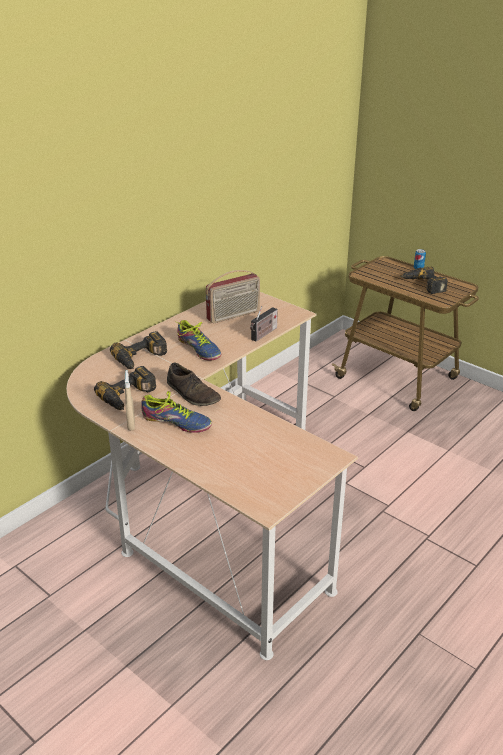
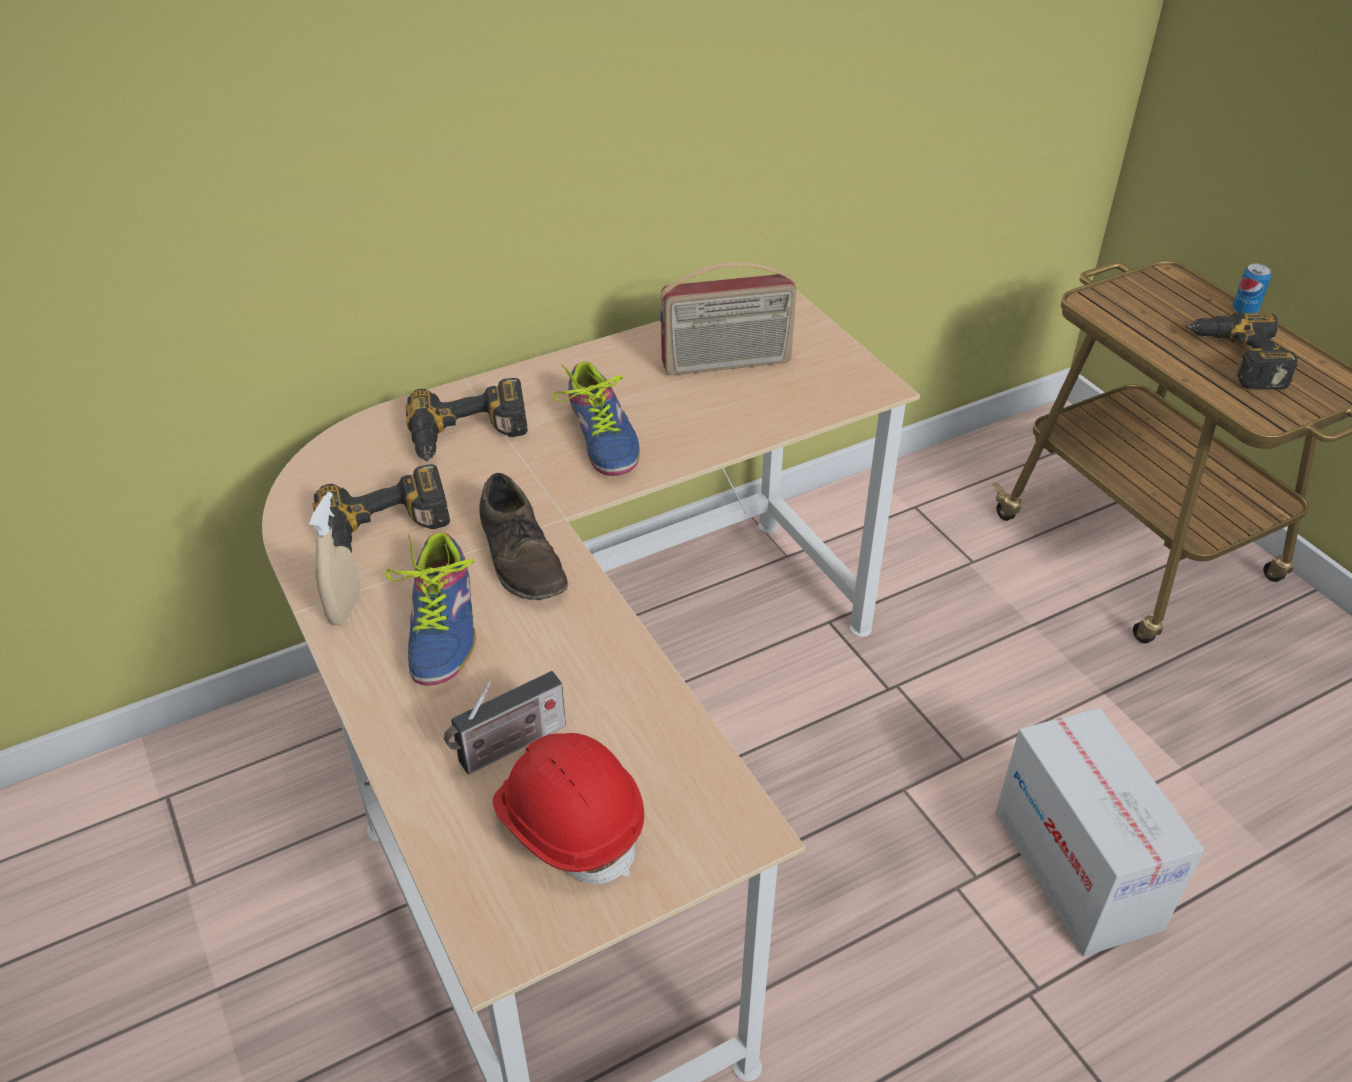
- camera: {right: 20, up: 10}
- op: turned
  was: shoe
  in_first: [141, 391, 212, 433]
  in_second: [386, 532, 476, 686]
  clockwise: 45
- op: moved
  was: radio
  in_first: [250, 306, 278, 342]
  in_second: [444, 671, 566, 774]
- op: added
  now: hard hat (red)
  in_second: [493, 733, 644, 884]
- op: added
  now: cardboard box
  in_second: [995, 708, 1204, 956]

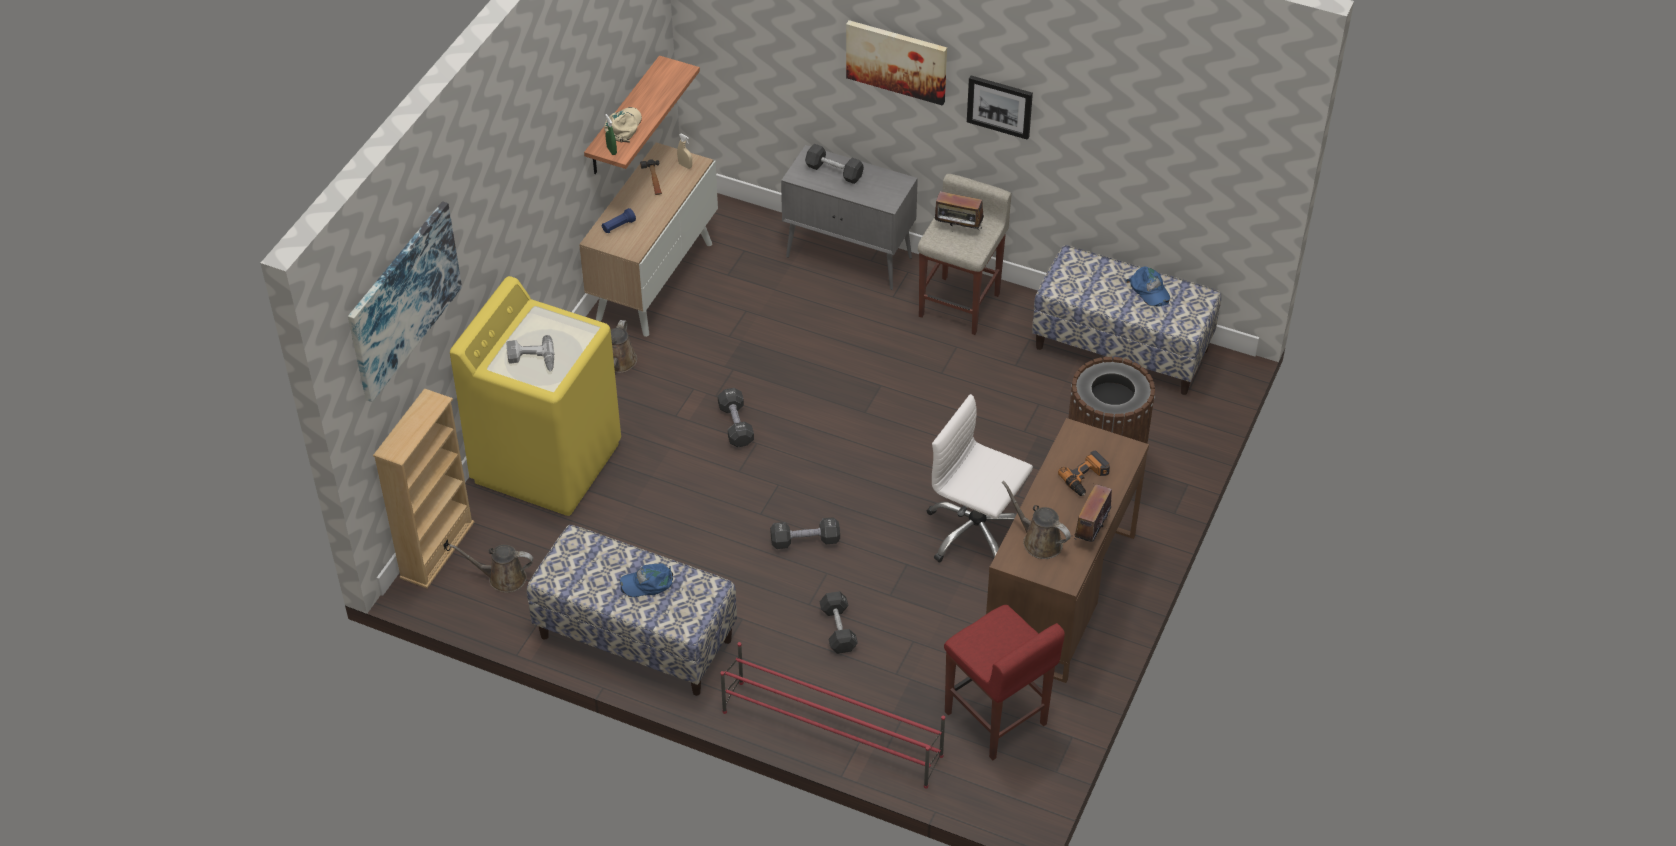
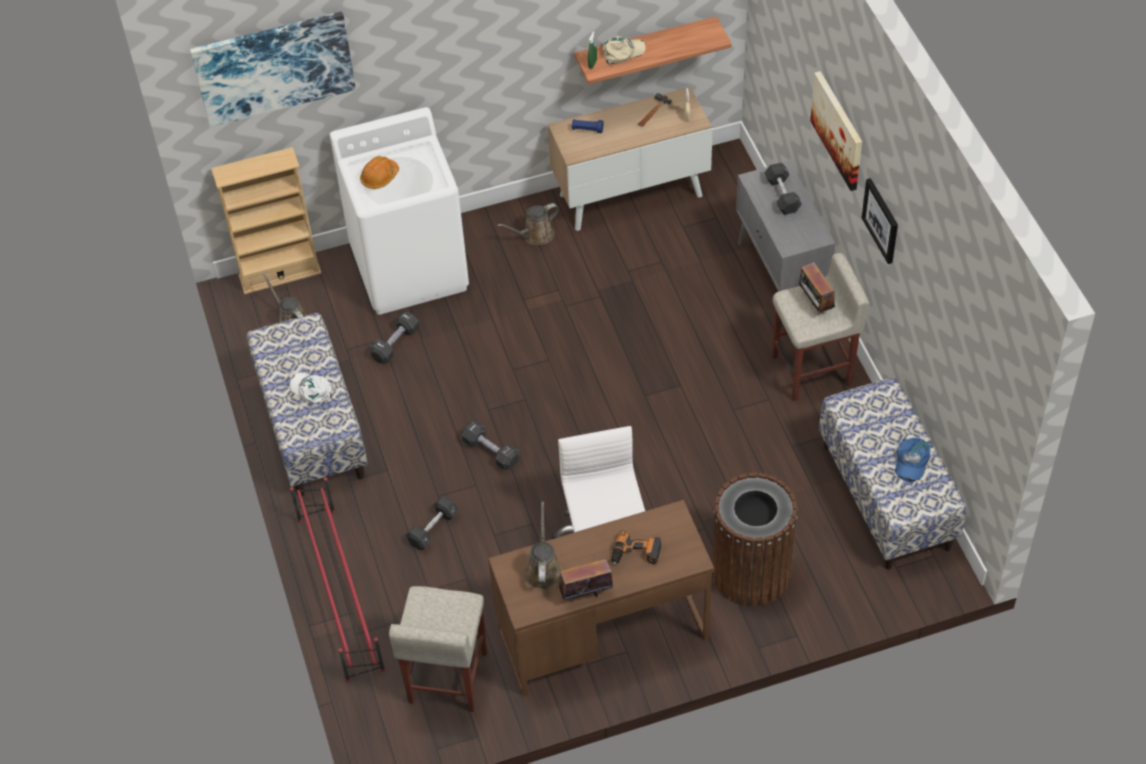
- camera: {right: 50, up: 5}
- op: recoloured
  was: cap (blue)
  now: cap (white)
  in_first: [619, 563, 673, 597]
  in_second: [290, 372, 337, 403]
- op: recoloured
  was: washing machine (yellow)
  now: washing machine (white)
  in_first: [450, 276, 621, 516]
  in_second: [330, 107, 469, 315]
- op: replaced
  was: power drill
  now: hard hat (orange)
  in_first: [506, 335, 554, 371]
  in_second: [360, 156, 399, 189]
- op: moved
  was: dumbbell (black)
  in_first: [718, 388, 754, 447]
  in_second: [369, 311, 419, 364]
- op: recoloured
  was: stool (red)
  now: stool (beige)
  in_first: [944, 605, 1065, 760]
  in_second: [389, 586, 487, 712]

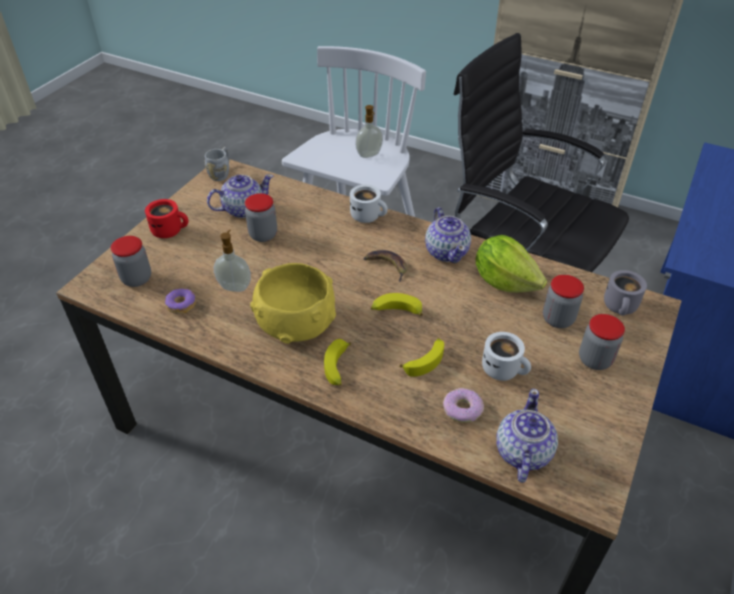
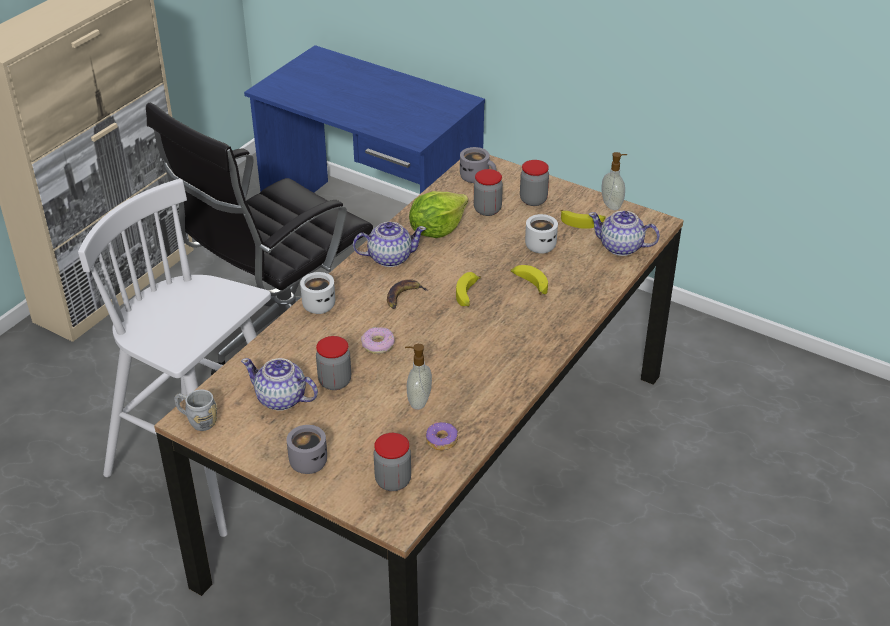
- camera: {right: -85, up: -5}
- op: turned
  was: teapot
  in_first: [207, 174, 273, 218]
  in_second: [241, 358, 318, 410]
  clockwise: -45
- op: recoloured
  was: mug (red)
  now: mug (grey)
  in_first: [145, 199, 189, 238]
  in_second: [286, 425, 327, 474]
- op: moved
  was: donut
  in_first: [443, 388, 484, 423]
  in_second: [361, 327, 395, 354]
- op: moved
  was: banana
  in_first: [324, 339, 351, 386]
  in_second: [561, 210, 606, 229]
- op: moved
  was: soap dispenser
  in_first: [355, 105, 383, 158]
  in_second: [602, 152, 627, 210]
- op: removed
  was: bowl (yellow)
  in_first: [250, 263, 336, 344]

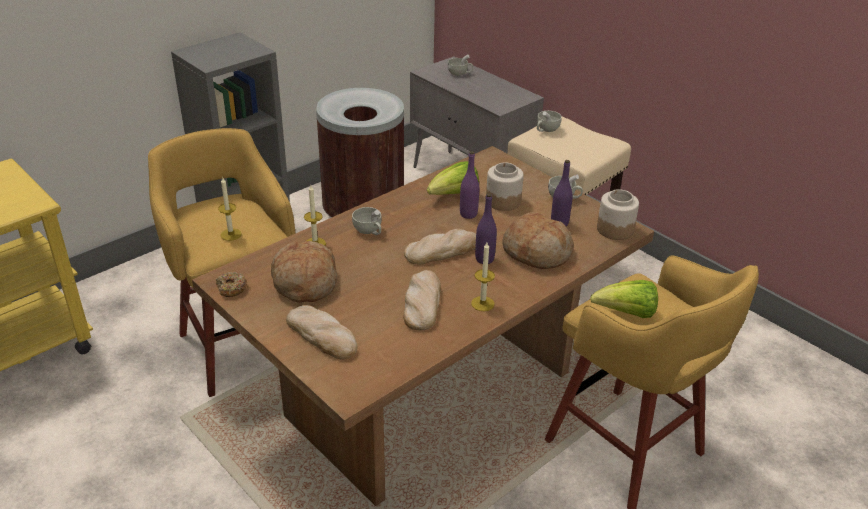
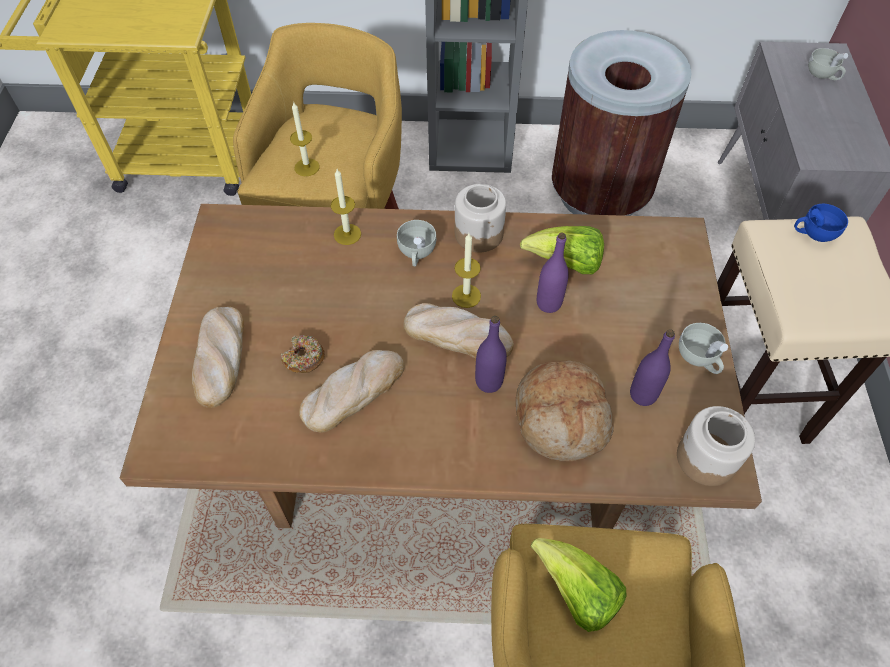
- camera: {right: 45, up: 20}
- op: moved
  was: donut
  in_first: [216, 272, 247, 297]
  in_second: [281, 335, 325, 373]
- op: moved
  was: candle
  in_first: [471, 243, 495, 311]
  in_second: [452, 233, 481, 308]
- op: moved
  was: jar
  in_first: [486, 162, 524, 211]
  in_second: [455, 184, 506, 252]
- op: recoloured
  was: cup (white)
  now: cup (blue)
  in_first: [537, 111, 562, 132]
  in_second: [794, 204, 848, 242]
- op: removed
  was: bread
  in_first: [271, 241, 337, 303]

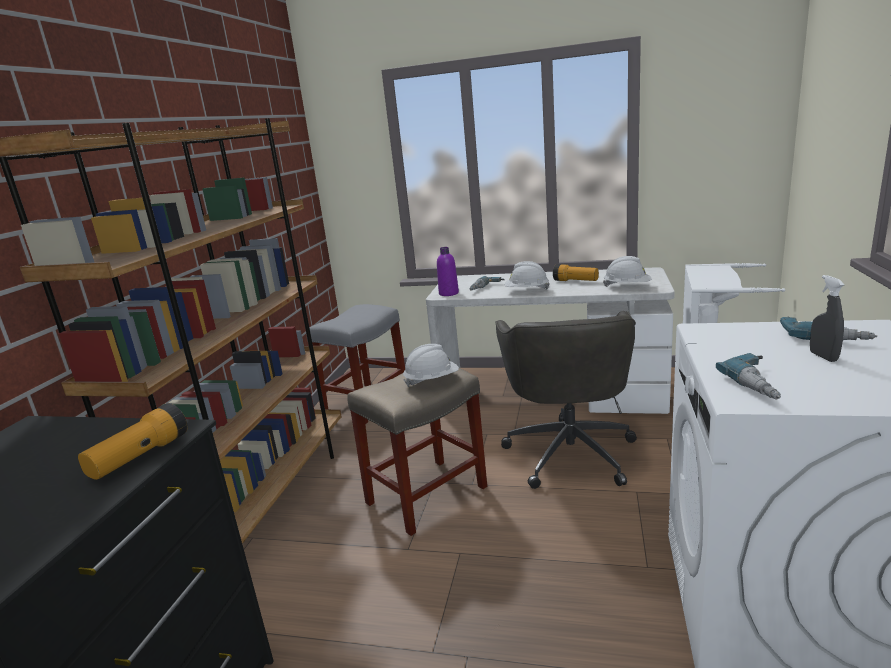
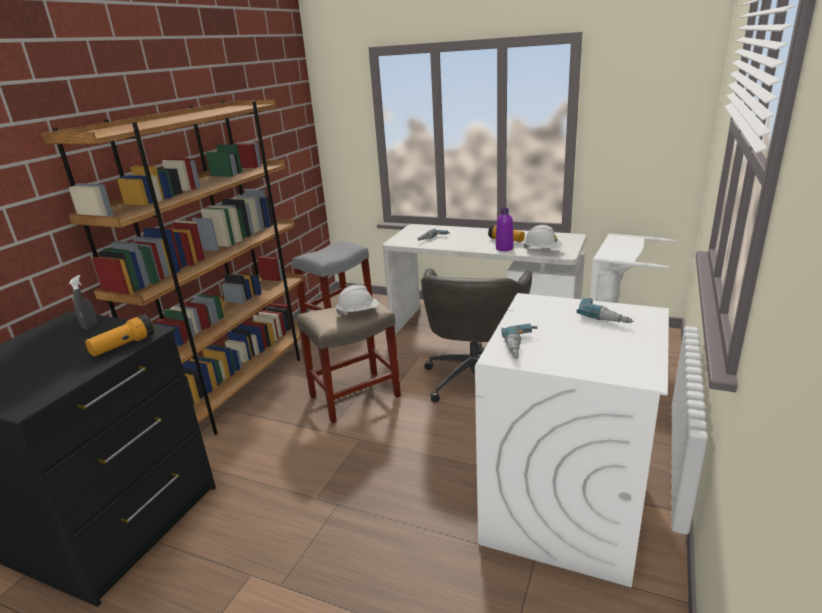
- camera: {right: 10, up: 5}
- op: moved
  was: spray bottle (grey)
  in_first: [810, 275, 844, 362]
  in_second: [69, 275, 97, 330]
- op: moved
  was: bottle (purple)
  in_first: [437, 247, 459, 296]
  in_second: [496, 208, 513, 251]
- op: removed
  was: hard hat (white)
  in_first: [505, 261, 549, 290]

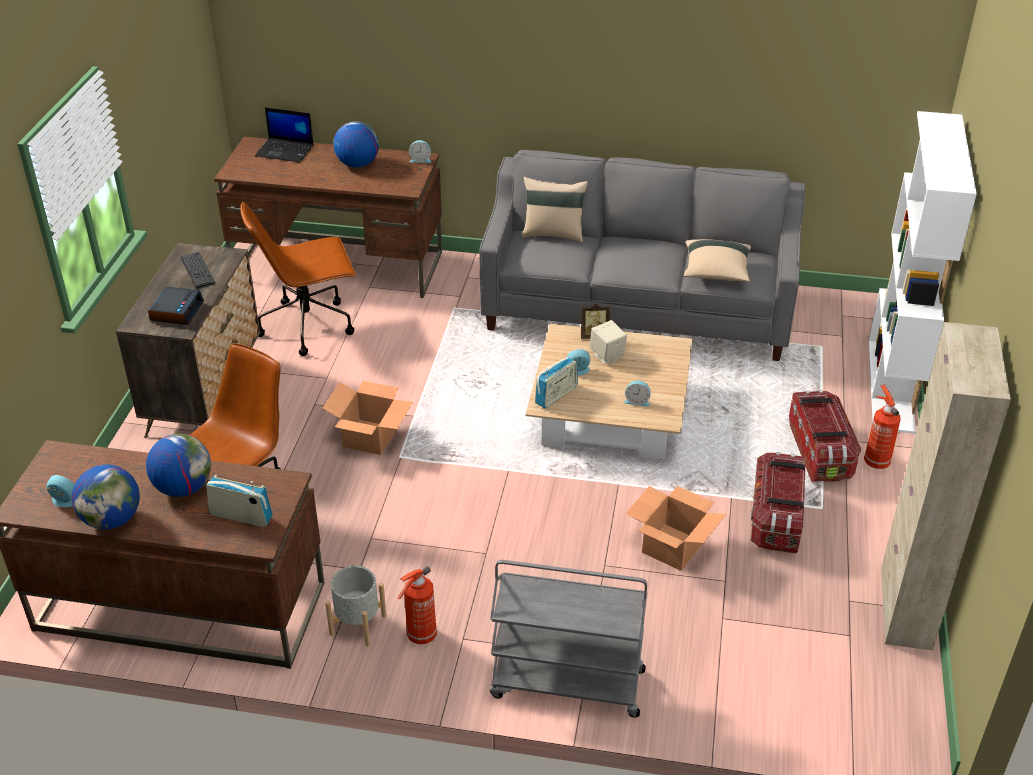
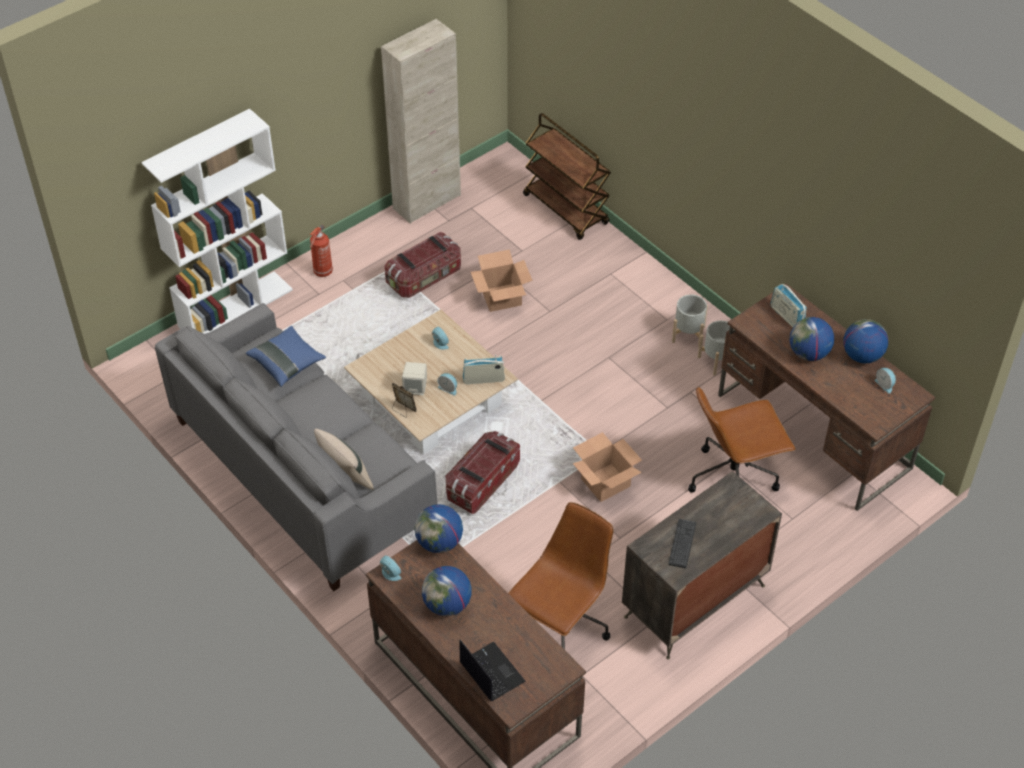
- camera: {right: -140, up: 10}
- op: recoloured
  was: pillow (beige)
  now: pillow (blue)
  in_first: [683, 239, 751, 282]
  in_second: [246, 326, 326, 387]
- op: added
  now: globe
  in_second: [414, 504, 463, 553]
- op: moved
  was: storage box
  in_first: [789, 390, 861, 482]
  in_second: [445, 431, 520, 514]
- op: turned
  was: office chair (brown)
  in_first: [240, 202, 356, 356]
  in_second: [509, 502, 614, 650]
  clockwise: -75
- op: added
  now: cart (brown)
  in_second: [523, 113, 611, 240]
- op: replaced
  was: fire extinguisher
  now: planter (grey)
  in_first: [398, 566, 437, 644]
  in_second: [672, 295, 708, 347]
- op: removed
  was: alarm clock
  in_first: [148, 287, 204, 325]
- op: removed
  was: cart (grey)
  in_first: [490, 560, 647, 718]

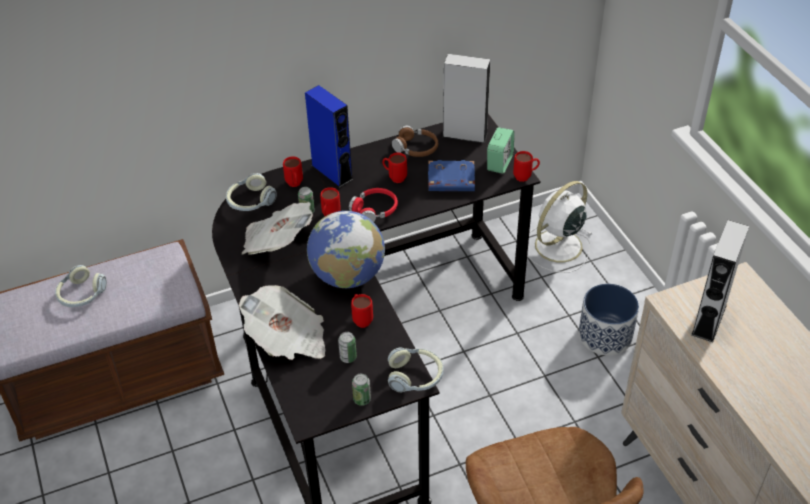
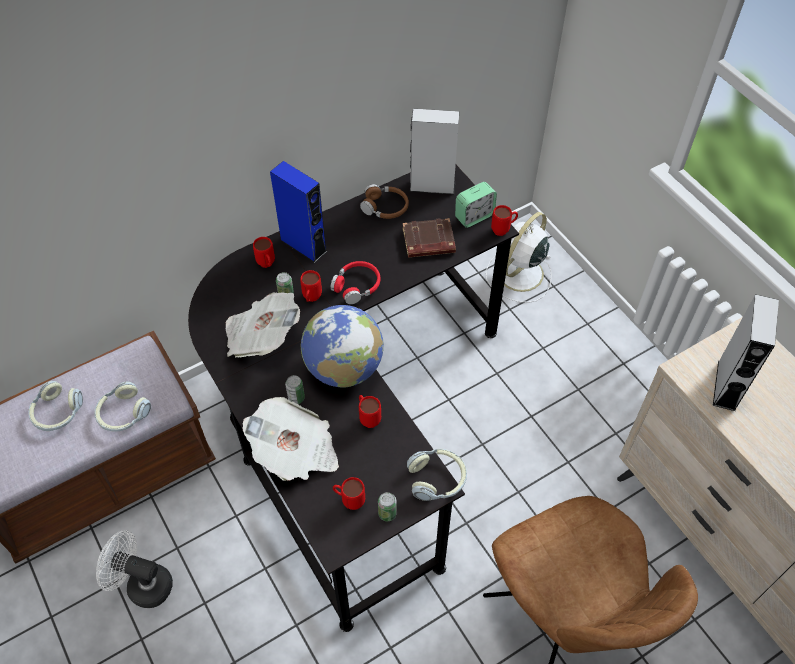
- camera: {right: -10, up: 10}
- op: moved
  was: headphones
  in_first: [226, 173, 277, 211]
  in_second: [95, 382, 151, 432]
- op: added
  now: fan (white)
  in_second: [96, 530, 173, 608]
- op: moved
  was: can
  in_first: [338, 332, 357, 363]
  in_second: [285, 375, 305, 404]
- op: moved
  was: mug (red)
  in_first: [382, 152, 407, 183]
  in_second: [333, 477, 365, 510]
- op: recoloured
  was: book (blue)
  now: book (brown)
  in_first: [428, 160, 475, 191]
  in_second: [403, 218, 456, 258]
- op: turned
  was: alarm clock
  in_first: [487, 127, 514, 174]
  in_second: [455, 182, 497, 228]
  clockwise: 45
- op: removed
  was: planter
  in_first: [579, 284, 639, 355]

